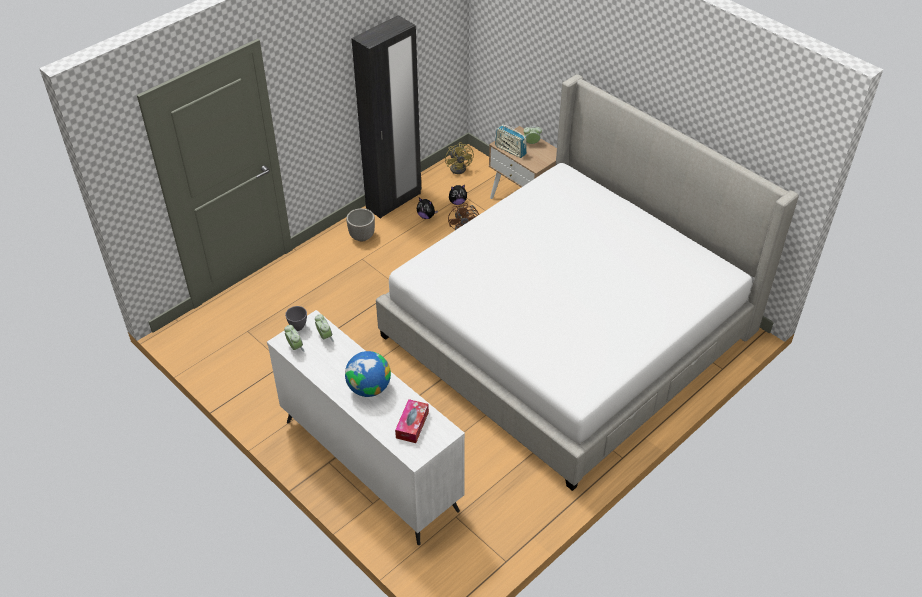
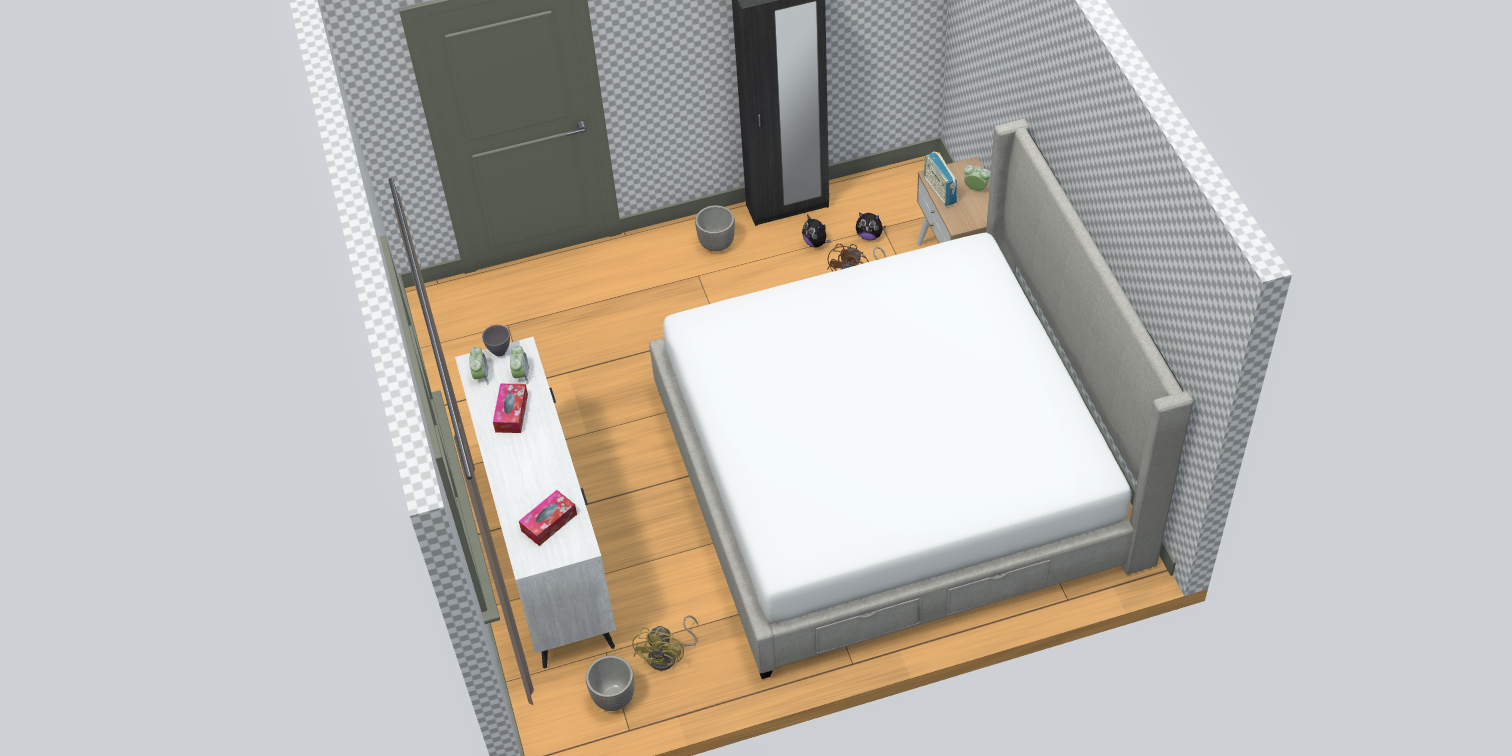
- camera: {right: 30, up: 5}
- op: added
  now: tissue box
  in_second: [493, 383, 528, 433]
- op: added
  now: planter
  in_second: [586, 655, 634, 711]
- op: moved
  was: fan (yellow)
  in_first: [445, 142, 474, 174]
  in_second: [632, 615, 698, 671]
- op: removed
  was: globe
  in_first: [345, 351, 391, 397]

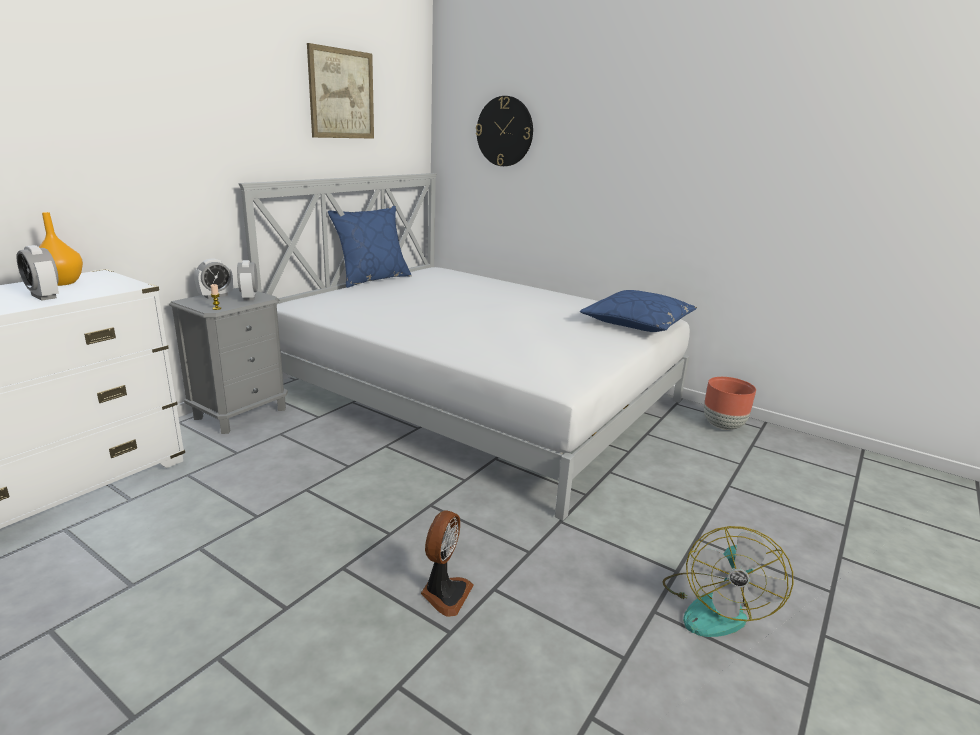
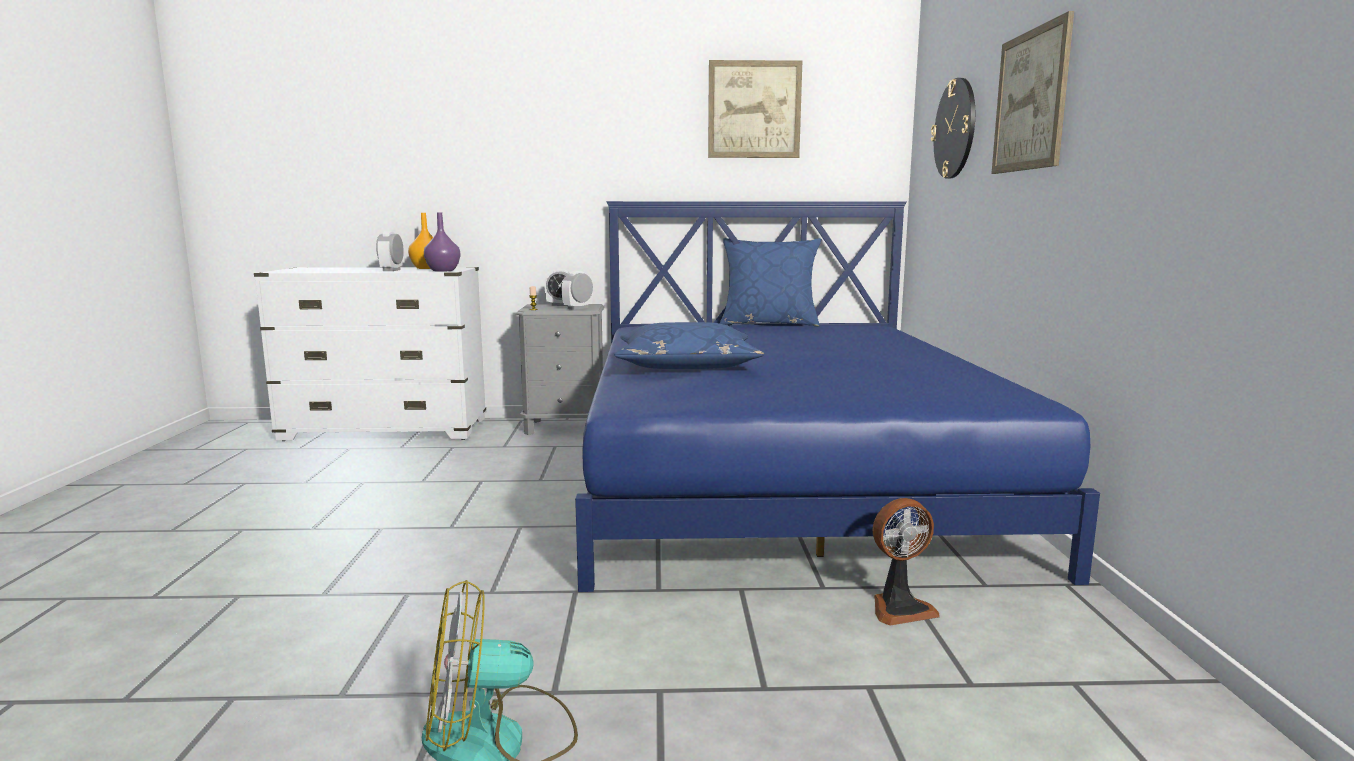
- camera: {right: 55, up: -10}
- op: added
  now: vase (purple)
  in_second: [424, 212, 460, 272]
- op: recoloured
  was: bed (white)
  now: bed (blue)
  in_first: [238, 173, 690, 521]
  in_second: [575, 201, 1100, 592]
- op: moved
  was: pillow (blue)
  in_first: [580, 290, 697, 332]
  in_second: [614, 322, 764, 369]
- op: moved
  was: fan
  in_first: [421, 510, 474, 617]
  in_second: [873, 498, 939, 626]
- op: added
  now: picture
  in_second: [991, 11, 1074, 174]
- op: removed
  was: planter (brown)
  in_first: [704, 377, 756, 430]

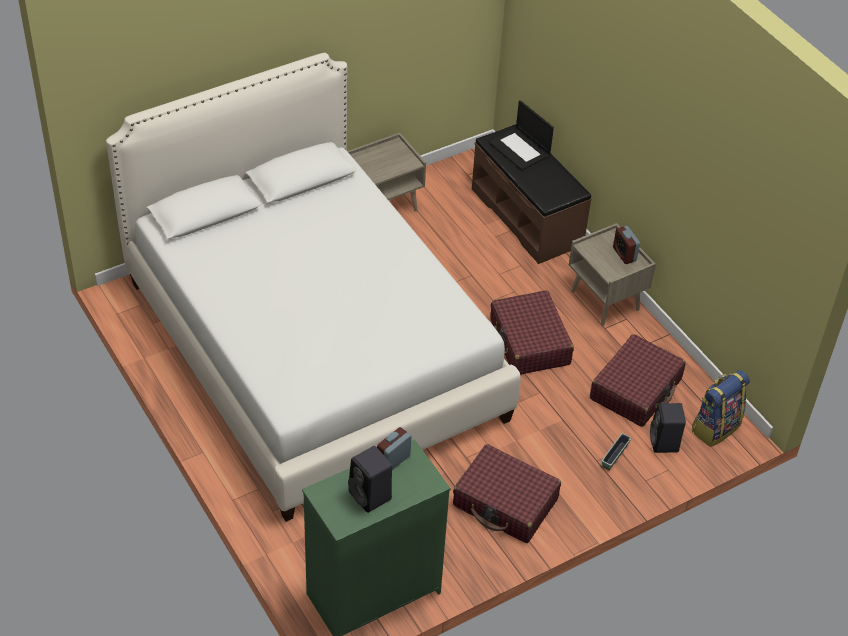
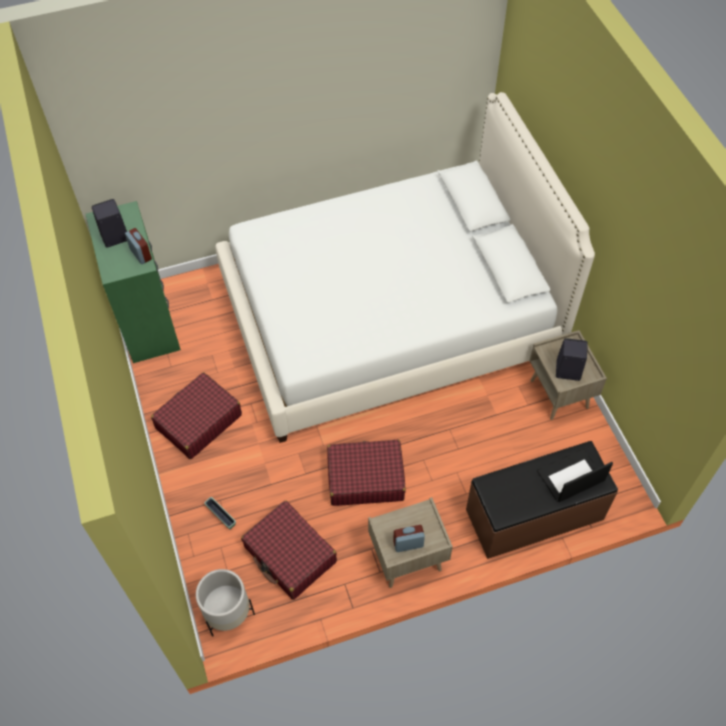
- camera: {right: 105, up: 10}
- op: replaced
  was: backpack
  now: planter (white)
  in_first: [692, 370, 750, 447]
  in_second: [196, 569, 255, 636]
- op: moved
  was: speaker (black)
  in_first: [650, 403, 686, 453]
  in_second: [556, 338, 588, 381]

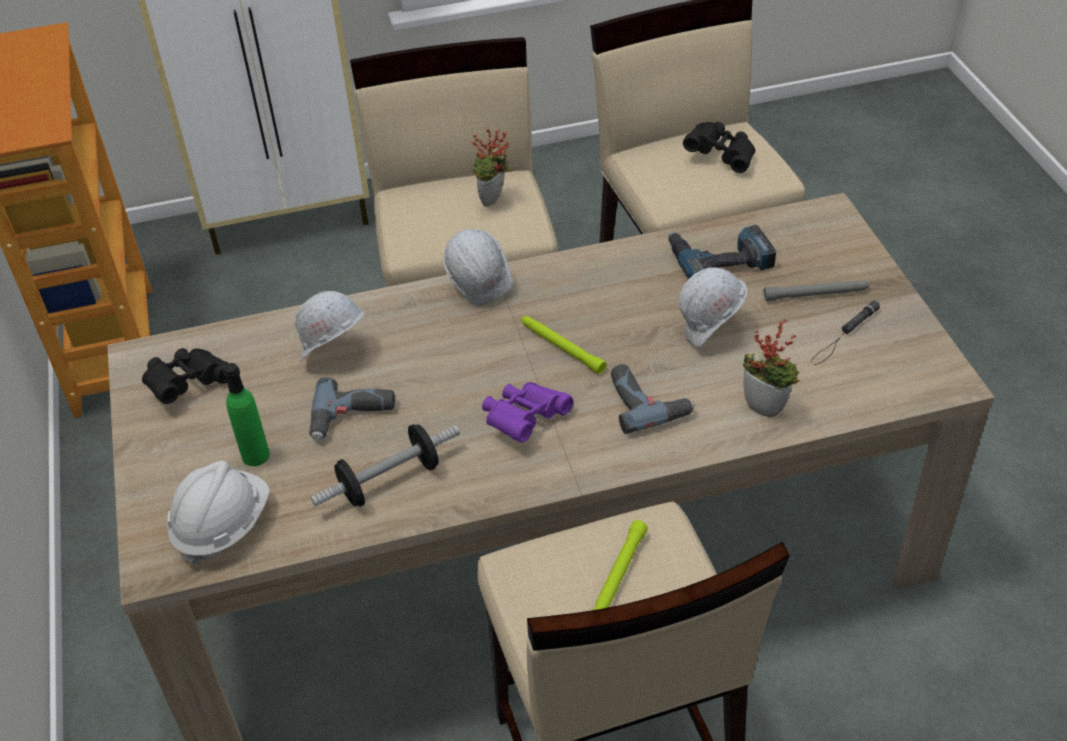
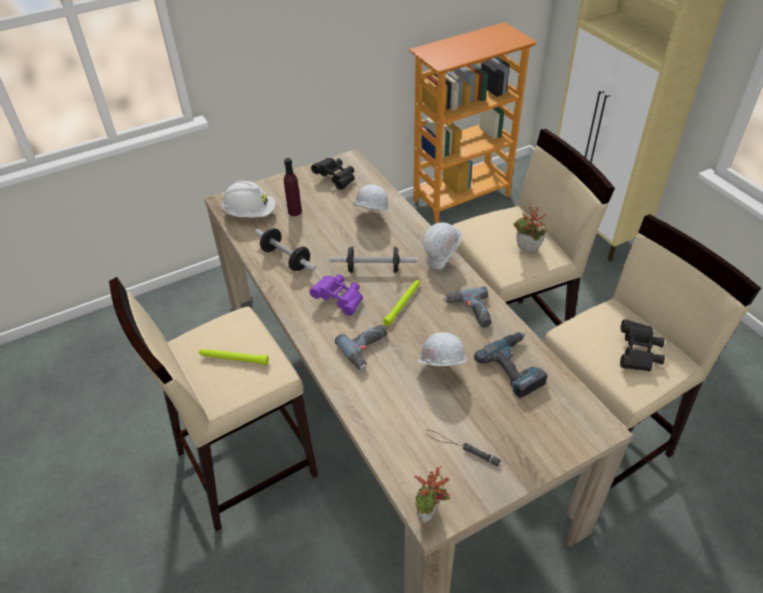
- camera: {right: 75, up: 0}
- op: recoloured
  was: bottle (green)
  now: bottle (purple)
  in_first: [223, 363, 270, 466]
  in_second: [284, 158, 302, 216]
- op: added
  now: dumbbell
  in_second: [330, 246, 417, 273]
- op: moved
  was: potted plant
  in_first: [743, 319, 800, 417]
  in_second: [414, 466, 450, 523]
- op: moved
  was: power drill
  in_first: [309, 377, 395, 441]
  in_second: [443, 286, 491, 328]
- op: removed
  was: flashlight (grey)
  in_first: [763, 280, 870, 301]

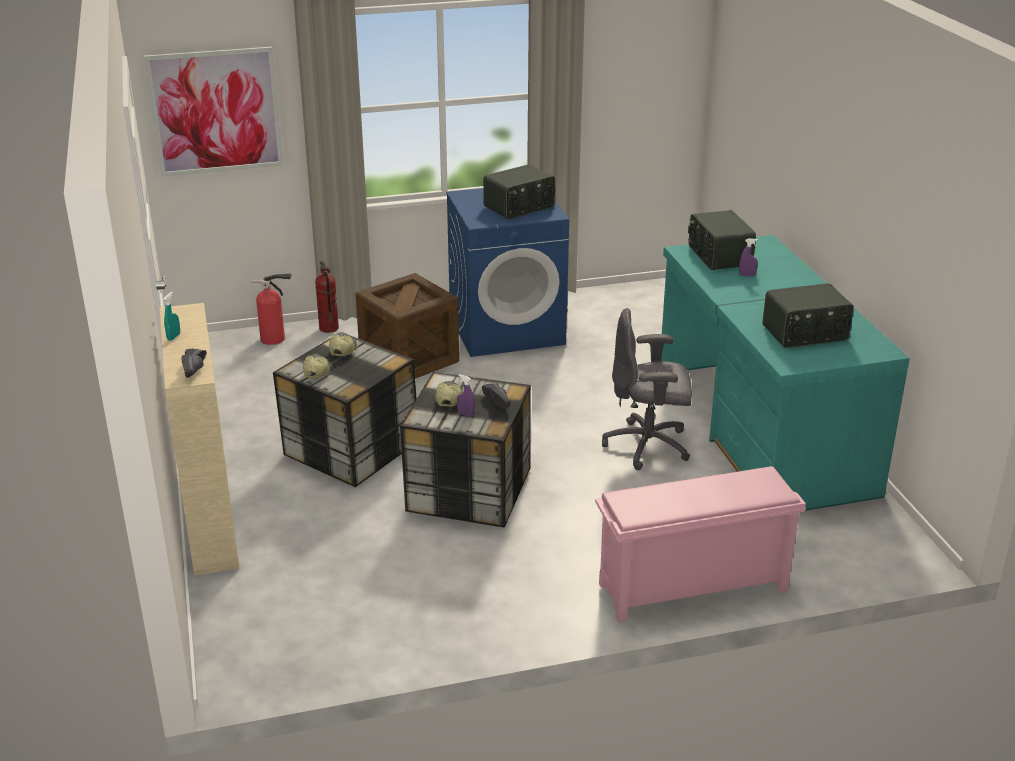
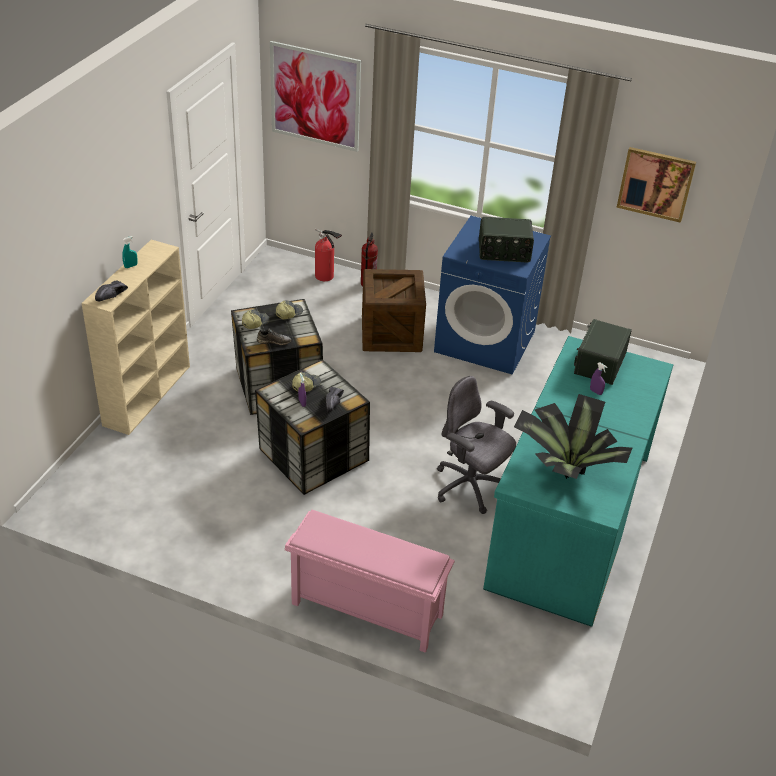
- camera: {right: 35, up: 10}
- op: added
  now: shoe (grey)
  in_second: [257, 329, 291, 345]
- op: replaced
  was: radio
  now: potted plant
  in_first: [763, 283, 854, 348]
  in_second: [514, 394, 632, 479]
- op: added
  now: picture
  in_second: [617, 147, 696, 223]

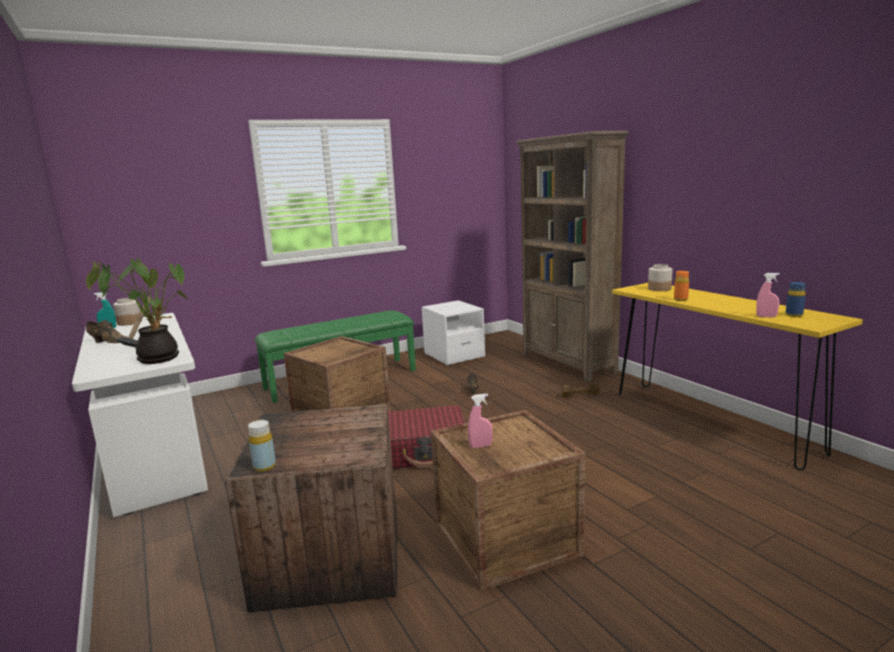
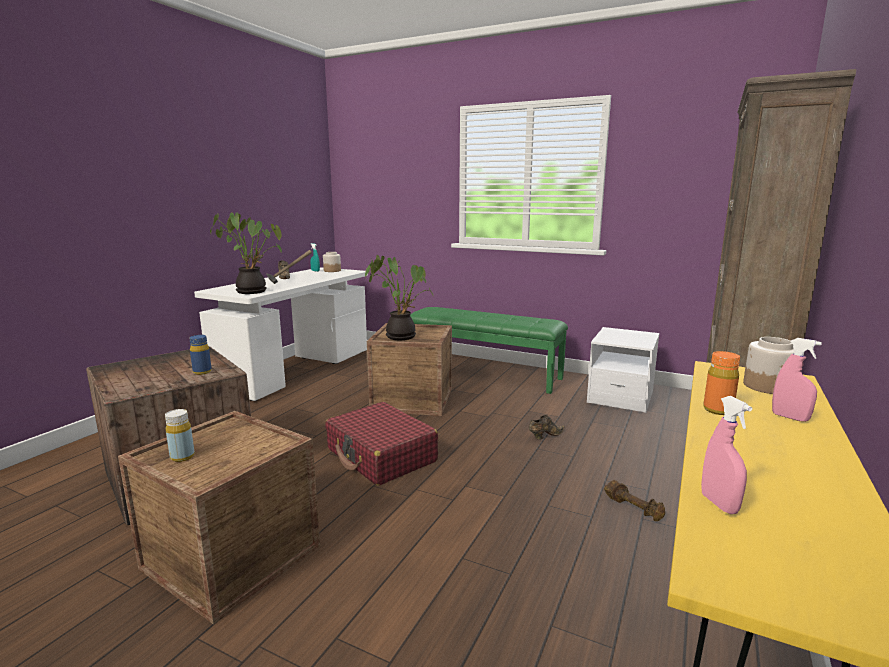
- camera: {right: 55, up: 0}
- op: moved
  was: bottle (yellow)
  in_first: [248, 420, 276, 472]
  in_second: [165, 409, 195, 462]
- op: moved
  was: bottle (blue)
  in_first: [786, 282, 806, 317]
  in_second: [189, 335, 212, 375]
- op: added
  now: potted plant
  in_second: [365, 255, 433, 340]
- op: moved
  was: spray bottle (pink)
  in_first: [468, 394, 493, 448]
  in_second: [772, 338, 822, 422]

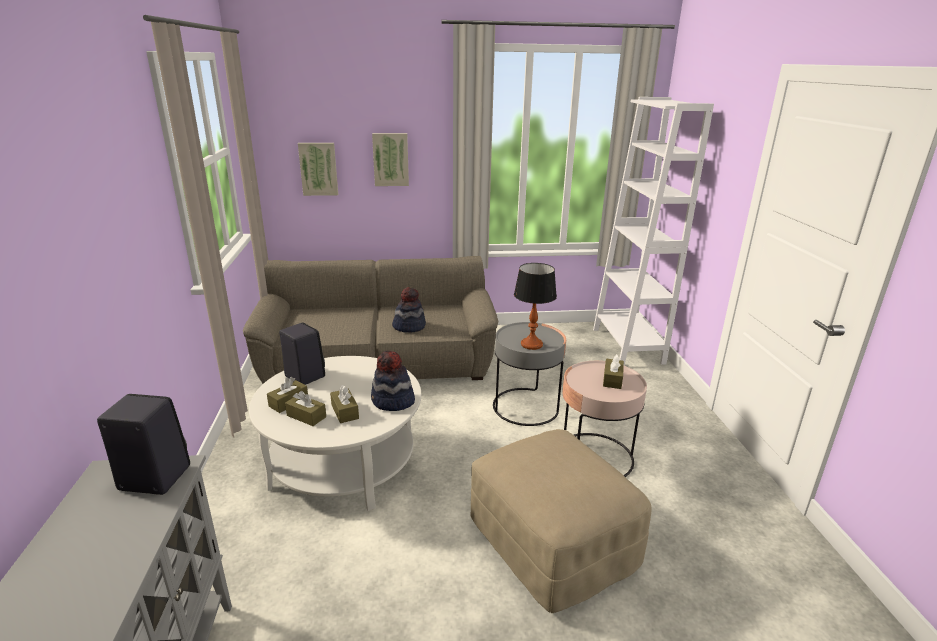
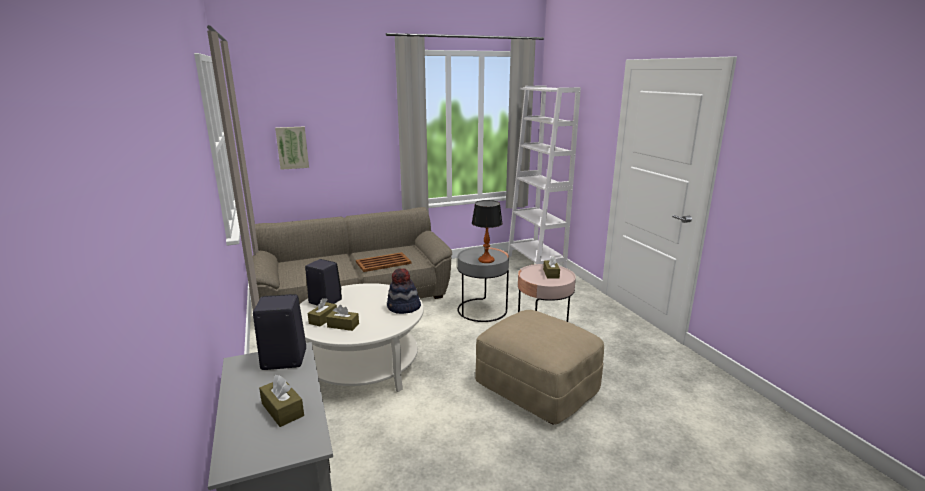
- camera: {right: -15, up: -5}
- op: moved
  was: tissue box (brown)
  in_first: [330, 385, 359, 423]
  in_second: [259, 375, 304, 427]
- op: replaced
  was: hat
  now: tray (brown)
  in_first: [392, 287, 426, 333]
  in_second: [356, 252, 411, 272]
- op: removed
  was: picture
  in_first: [372, 133, 409, 186]

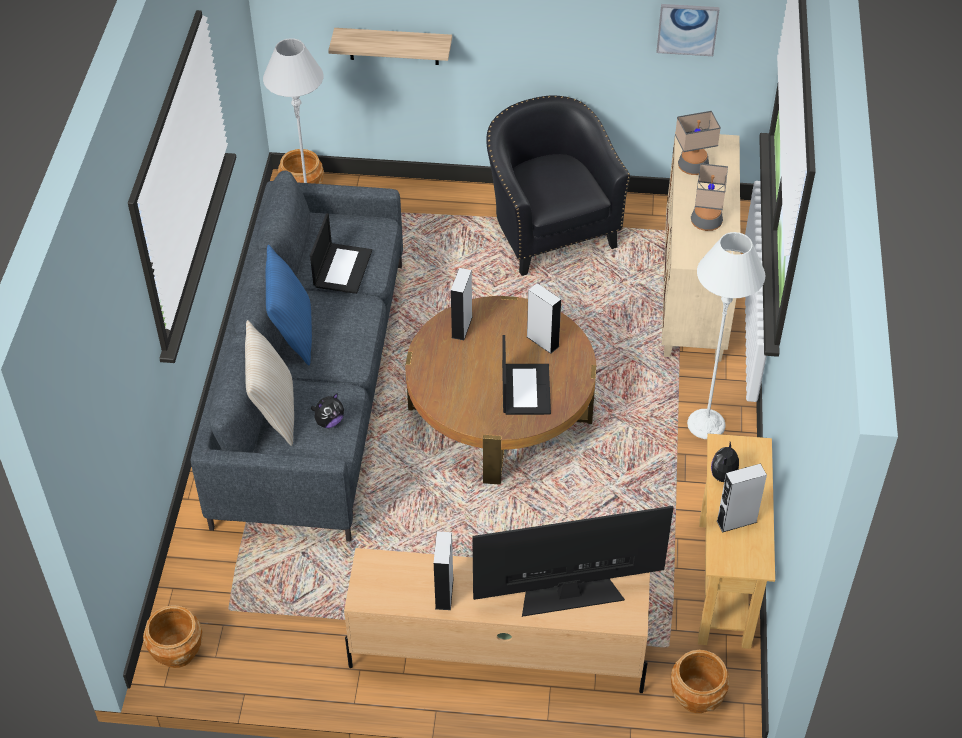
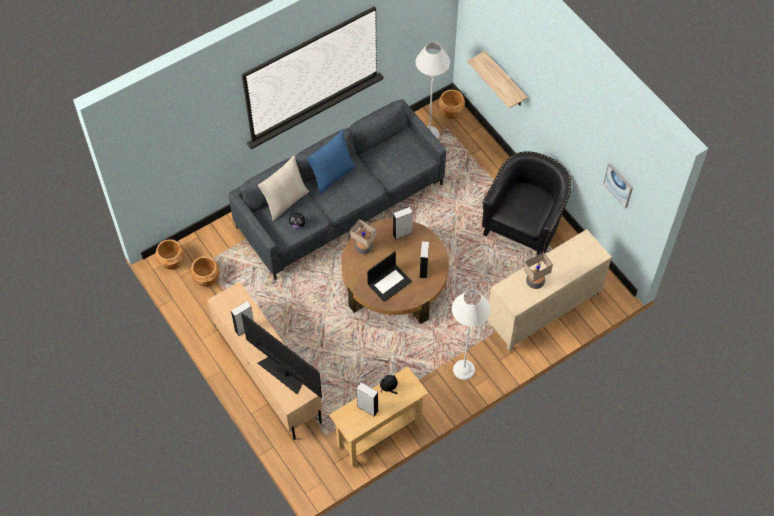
- camera: {right: 50, up: 10}
- op: moved
  was: planter (brown)
  in_first: [671, 650, 730, 713]
  in_second: [191, 256, 220, 287]
- op: moved
  was: table lamp
  in_first: [675, 111, 721, 175]
  in_second: [350, 219, 377, 255]
- op: removed
  was: laptop
  in_first: [310, 213, 372, 294]

